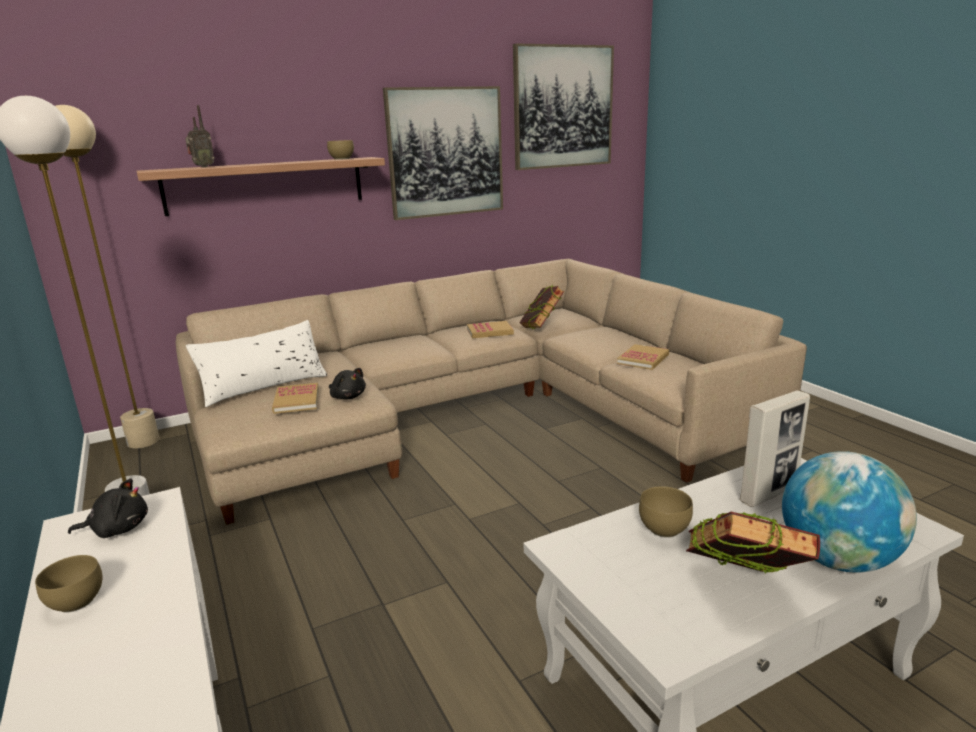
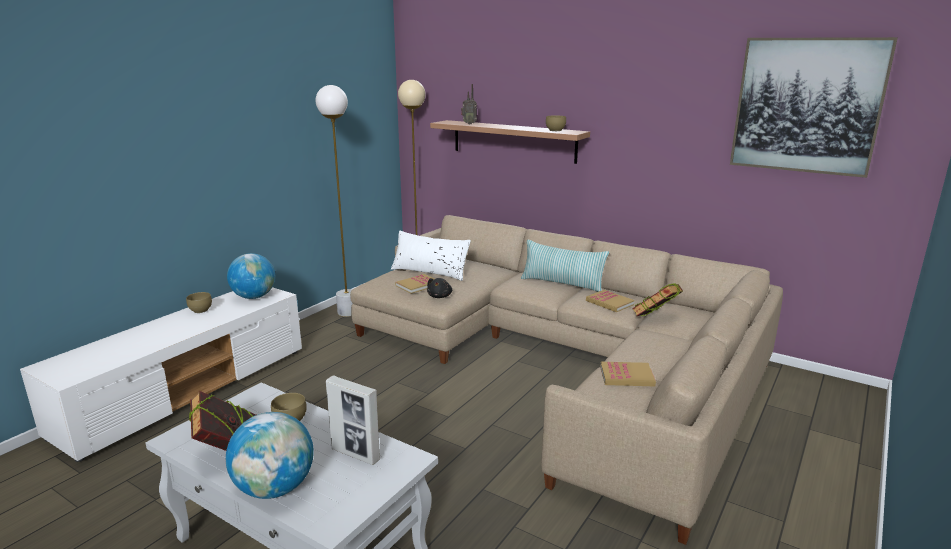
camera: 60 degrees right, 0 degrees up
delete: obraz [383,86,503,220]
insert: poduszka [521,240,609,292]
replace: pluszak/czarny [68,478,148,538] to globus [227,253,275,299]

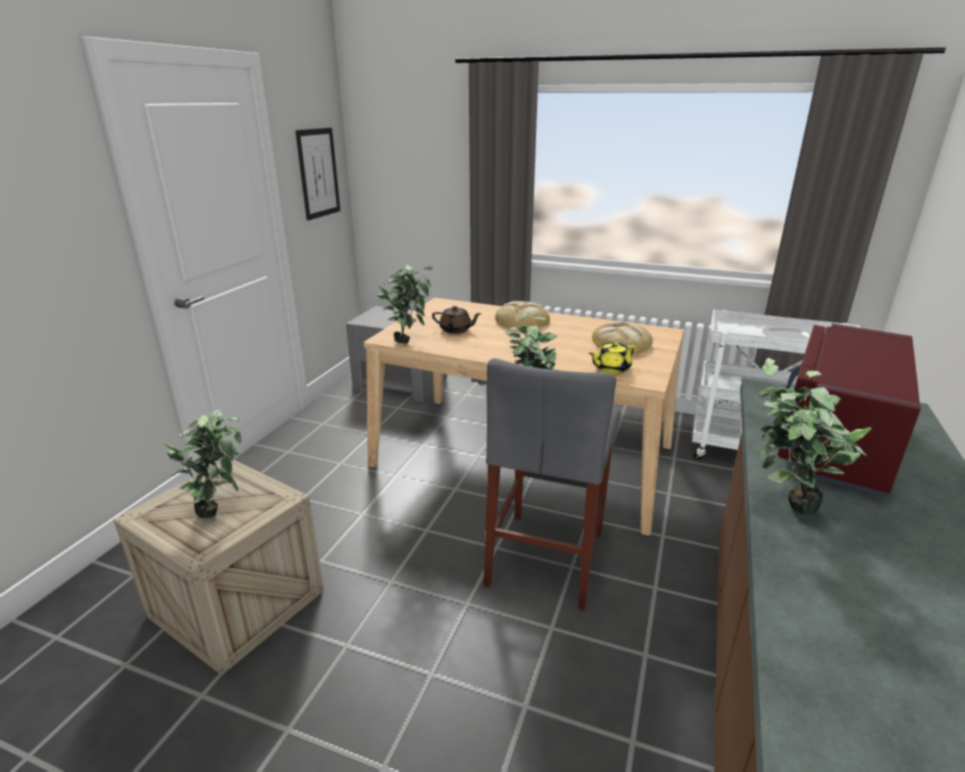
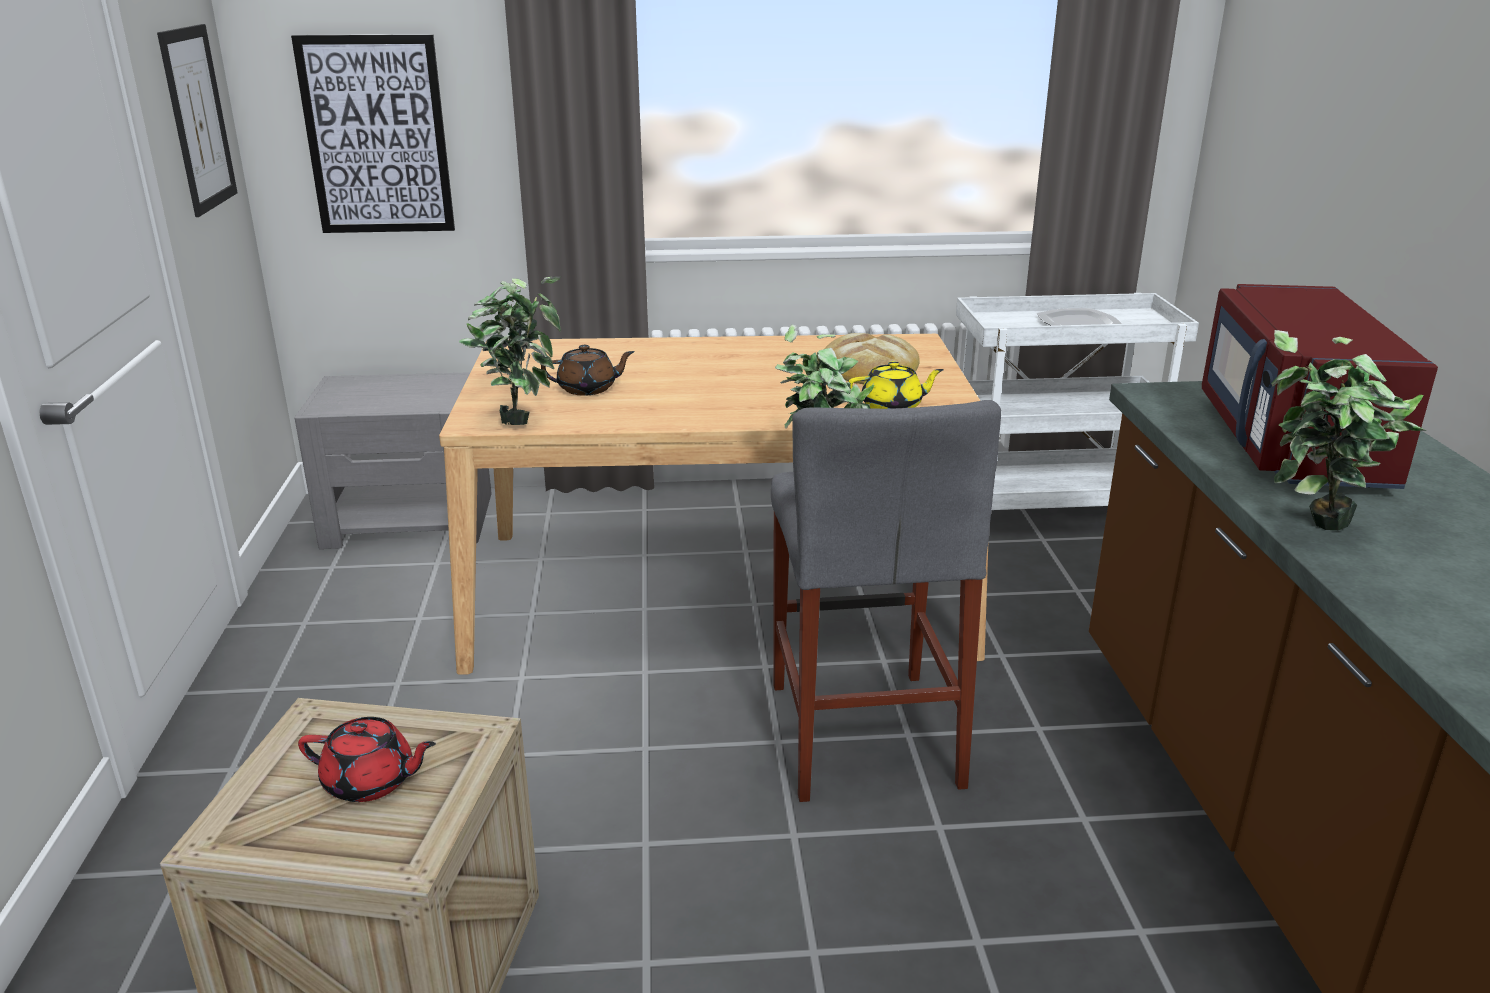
camera: 25 degrees left, 0 degrees up
delete: chleb [495,301,550,329]
insert: obraz [291,34,455,233]
replace: roślina doniczkowa [164,409,241,518] to imbryk/czerwony [298,717,436,802]
rotate: imbryk/żółty [589,341,636,374] = [848,361,944,409] 135 degrees counterclockwise

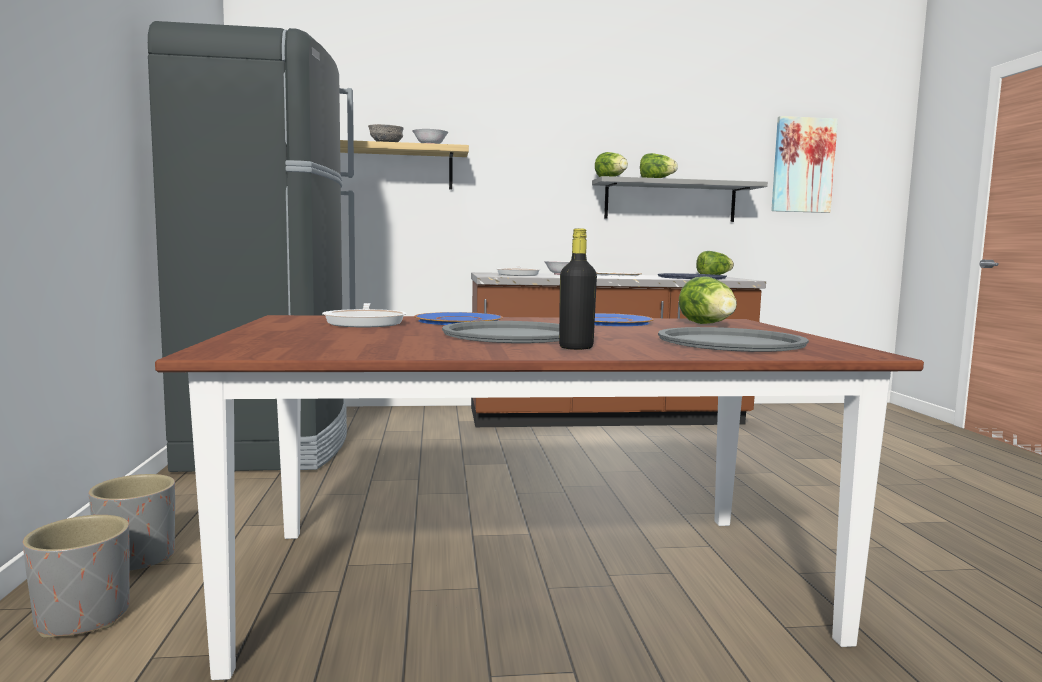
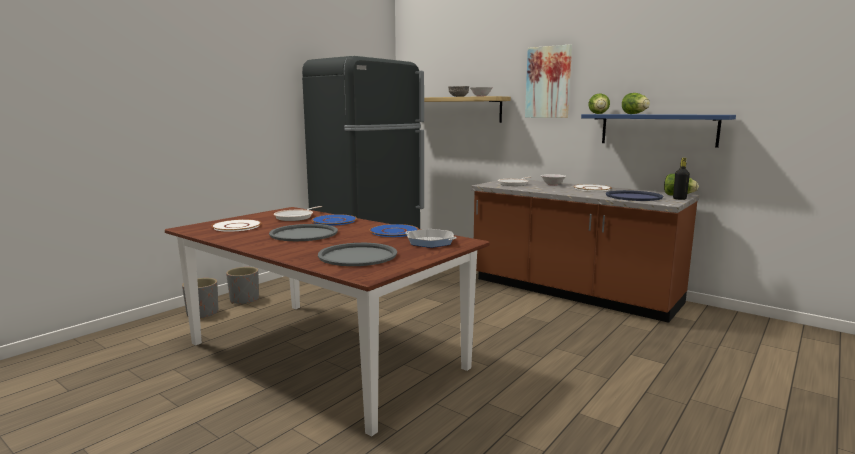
camera: 45 degrees right, 5 degrees up
insert: talerz/biały [211,219,261,232]
move: obraz [771,116,838,213] to [525,44,572,118]; butelka/czarny [559,228,597,350] to [673,158,690,200]
replace: sałata [679,277,737,324] to patelnia [405,229,457,248]
recolor: półka/szary [592,176,768,222] to półka/niebieski [581,114,736,148]

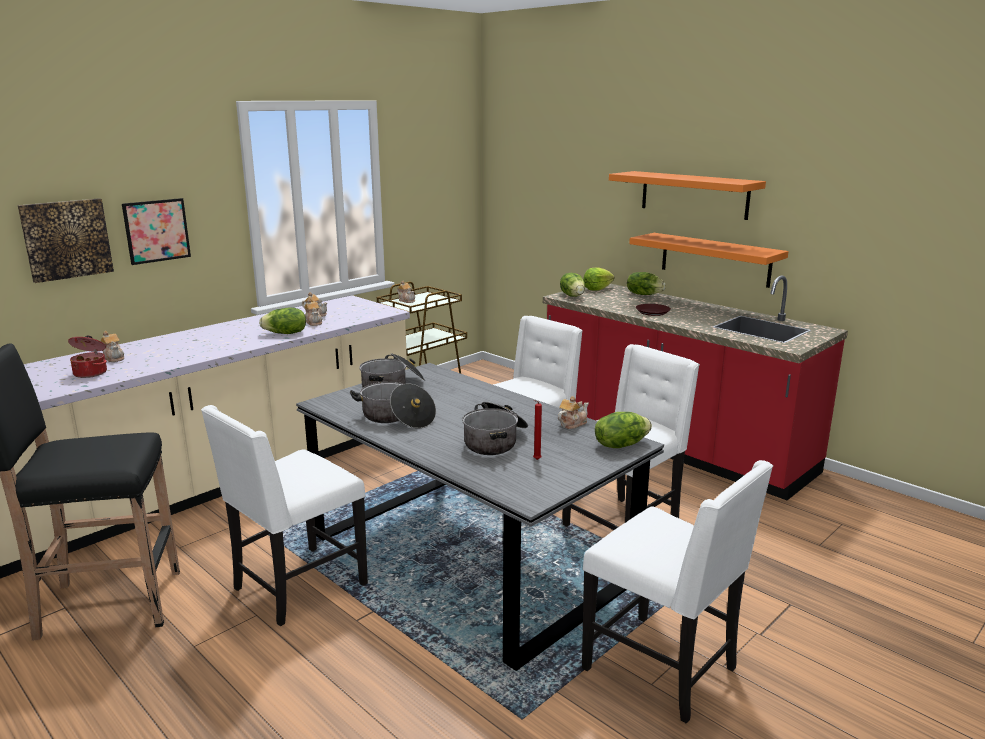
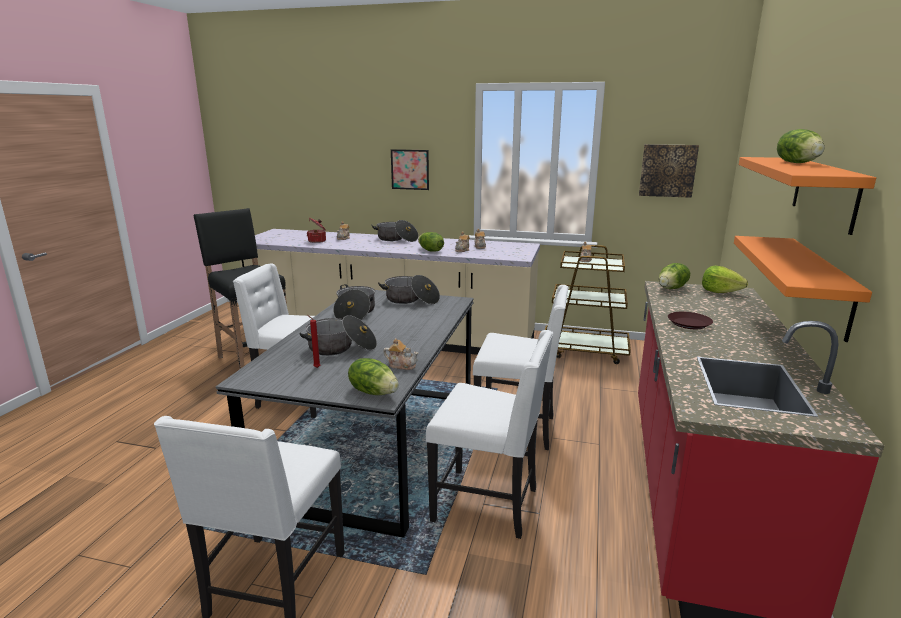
camera: 60 degrees right, 0 degrees up
insert: garnek [371,220,418,242]
move: obraz [18,198,114,283] to [639,144,699,198]; sałata [627,272,666,295] to [777,129,825,163]

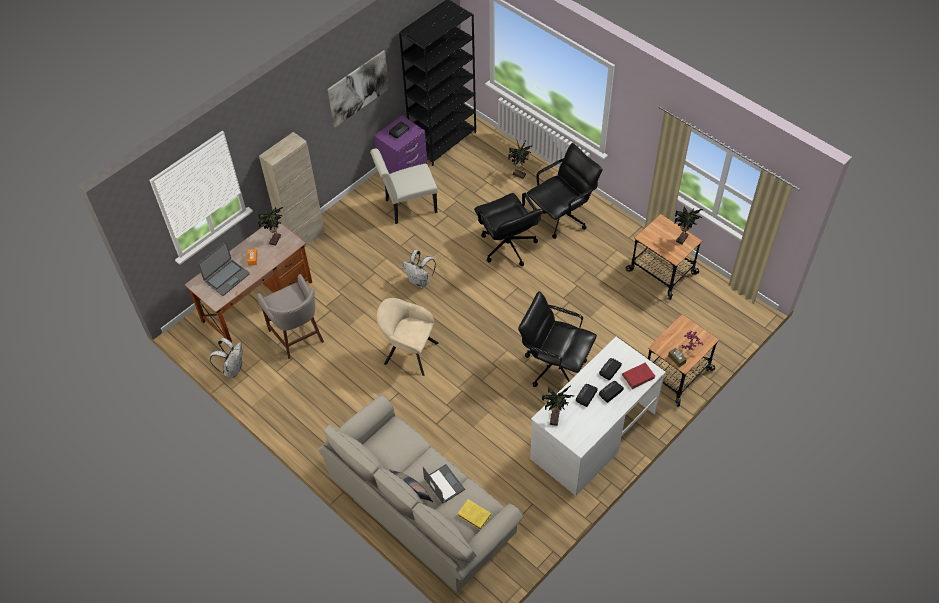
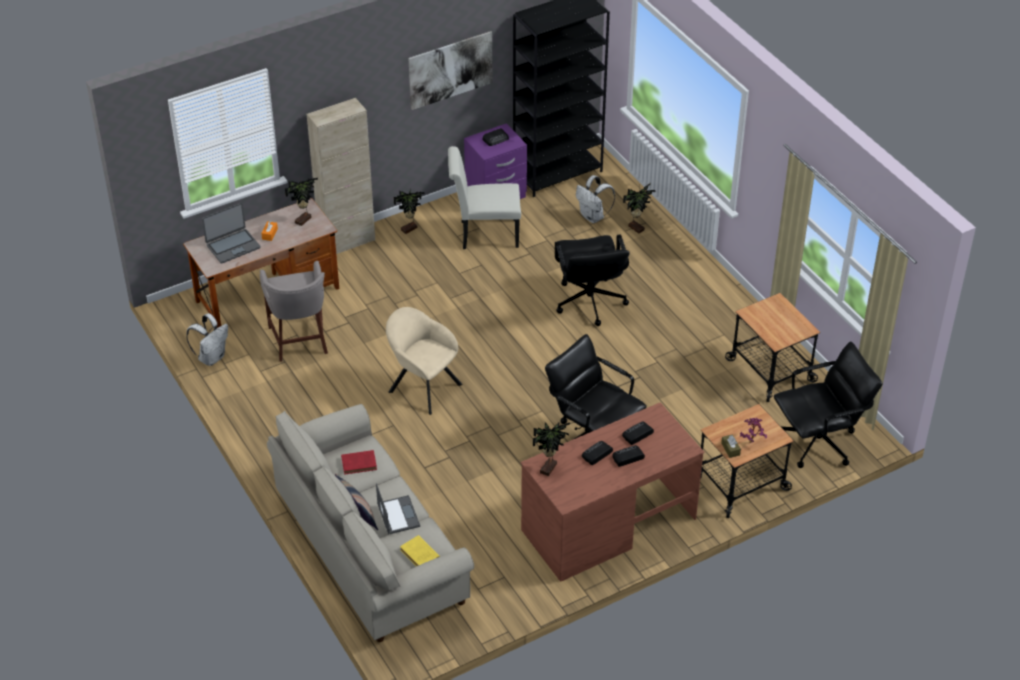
camera: 15 degrees right, 10 degrees down
move: książka/czerwony [622,363,655,389] to [341,450,377,475]; roślina doniczkowa [674,207,703,244] to [394,189,425,234]; plecak/biały [403,250,436,288] to [576,175,615,223]; krzesło biurowe/czarny [527,143,603,239] to [774,342,883,468]
recolor: biurko/biały [530,337,666,496] to biurko/brązowy [521,402,704,582]

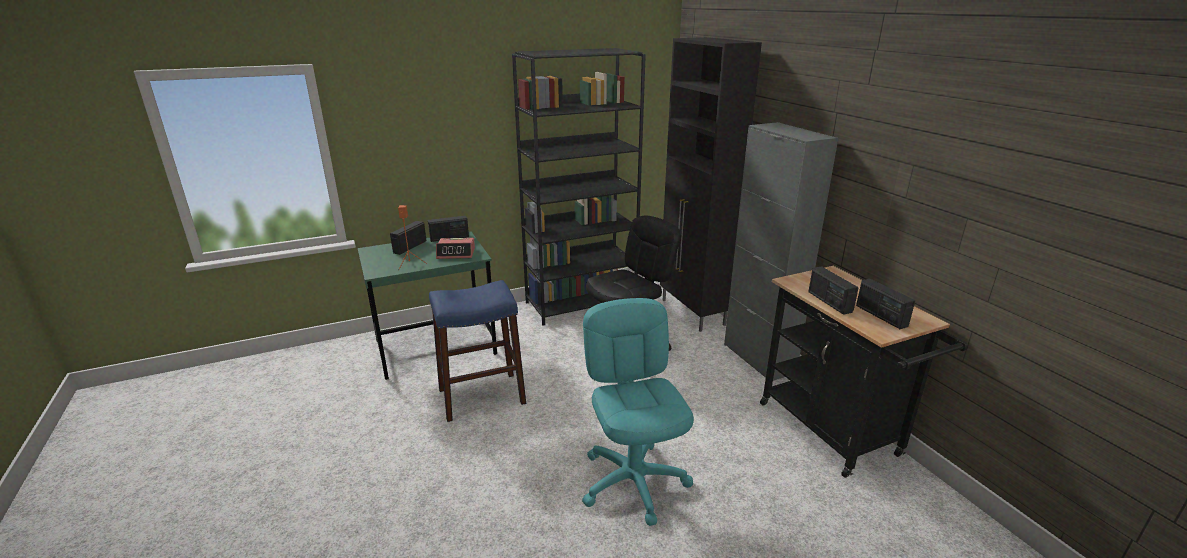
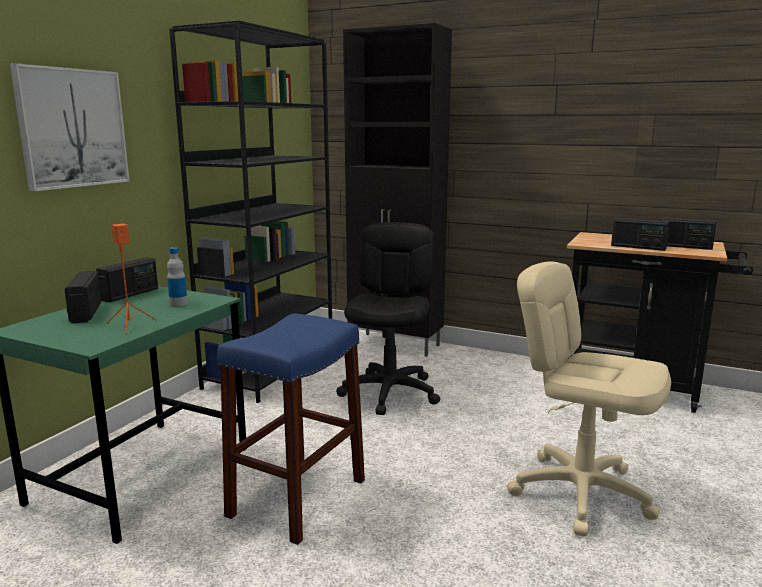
camera: 40 degrees left, 10 degrees down
delete: szafka/szary [724,122,838,381]
insert: obraz [10,63,130,191]
replace: budzik [436,238,475,259] to butelka [167,247,188,306]
recolor: krzesło biurowe/turkusowy [582,298,694,526] to krzesło biurowe/beżowy [507,261,671,537]

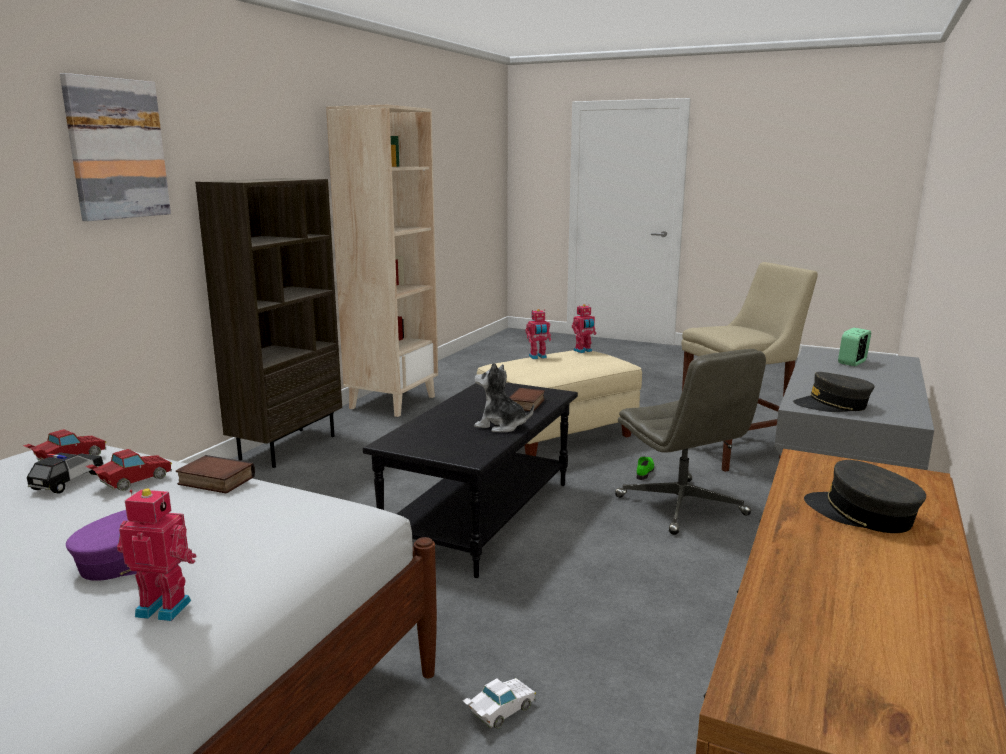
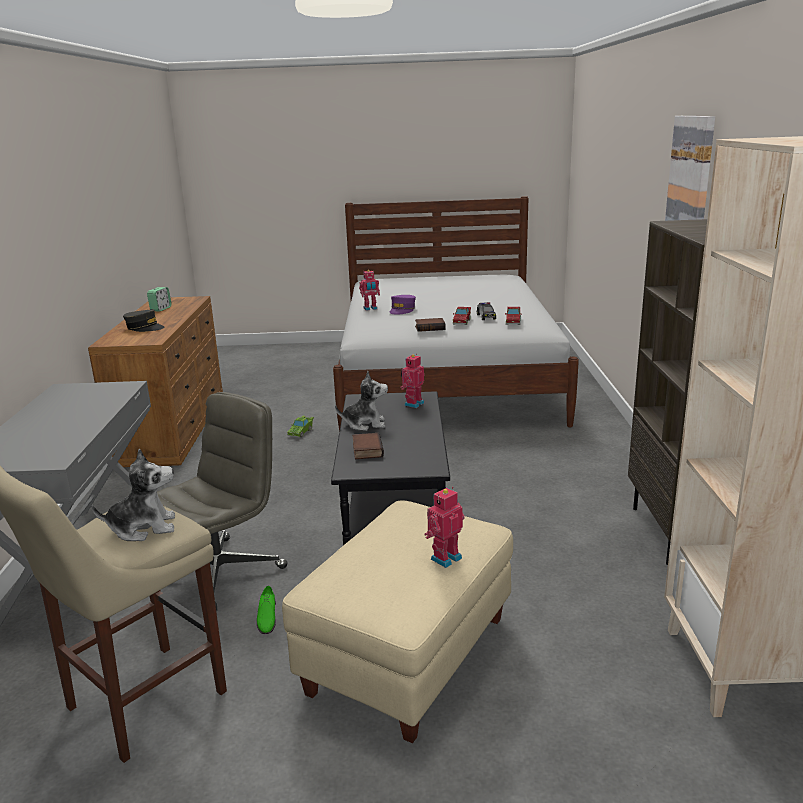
camera: 155 degrees right, 5 degrees up
delete: czapka z daszkiem/szary [793,372,874,412]
insert: pluszak [91,448,175,541]
move: budzik [838,328,871,366] to [147,287,171,312]; robot zabawkowy [572,304,597,353] to [400,353,425,408]
recolor: samochodzik/biały [463,678,536,729] to samochodzik/zielony [287,416,314,438]
rotate: krzesło biurowe/szary [615,349,766,535] = [157,392,287,611] 90 degrees clockwise

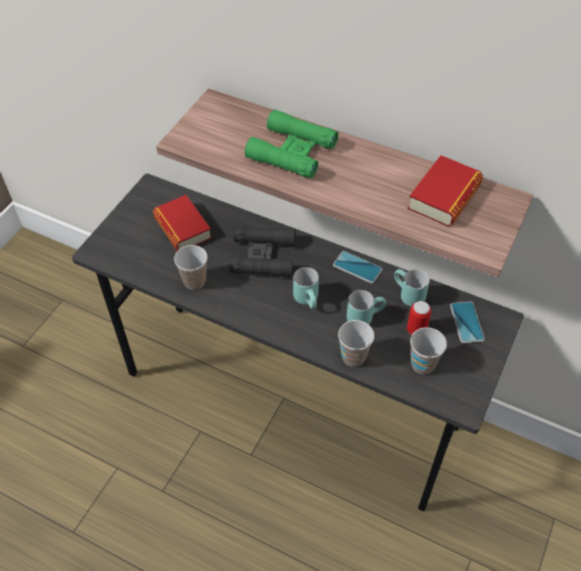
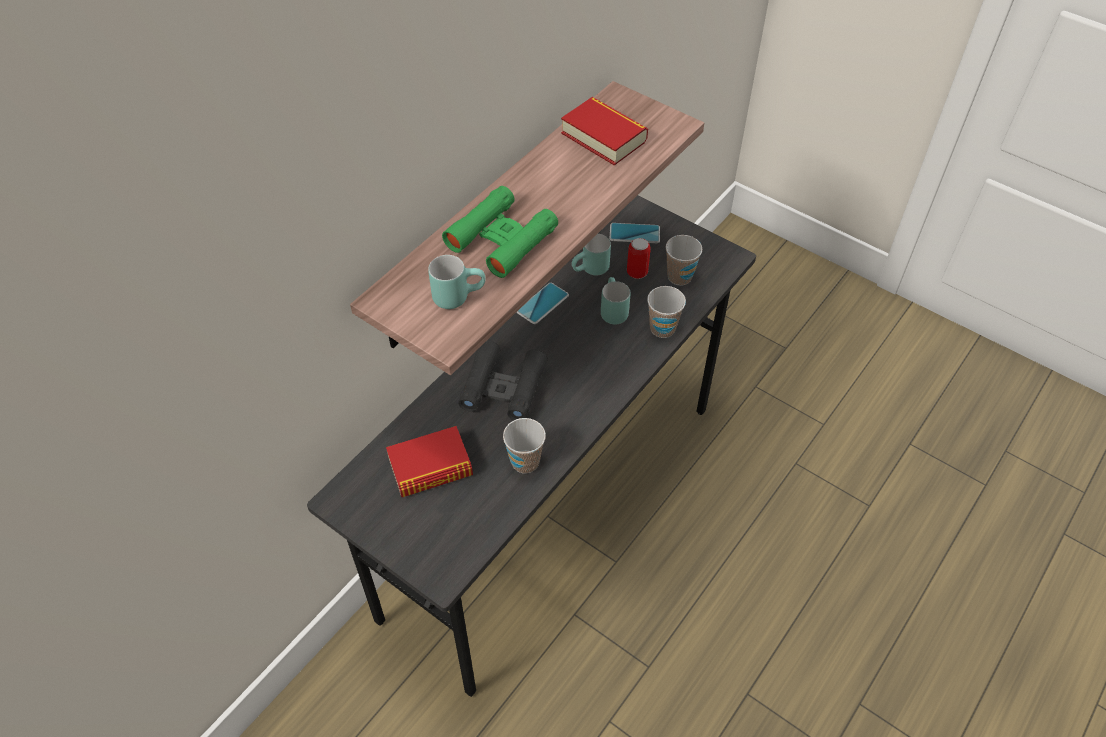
camera: 80 degrees left, 0 degrees up
move: kubek/turkusowy [293,267,319,309] to [428,255,486,309]

